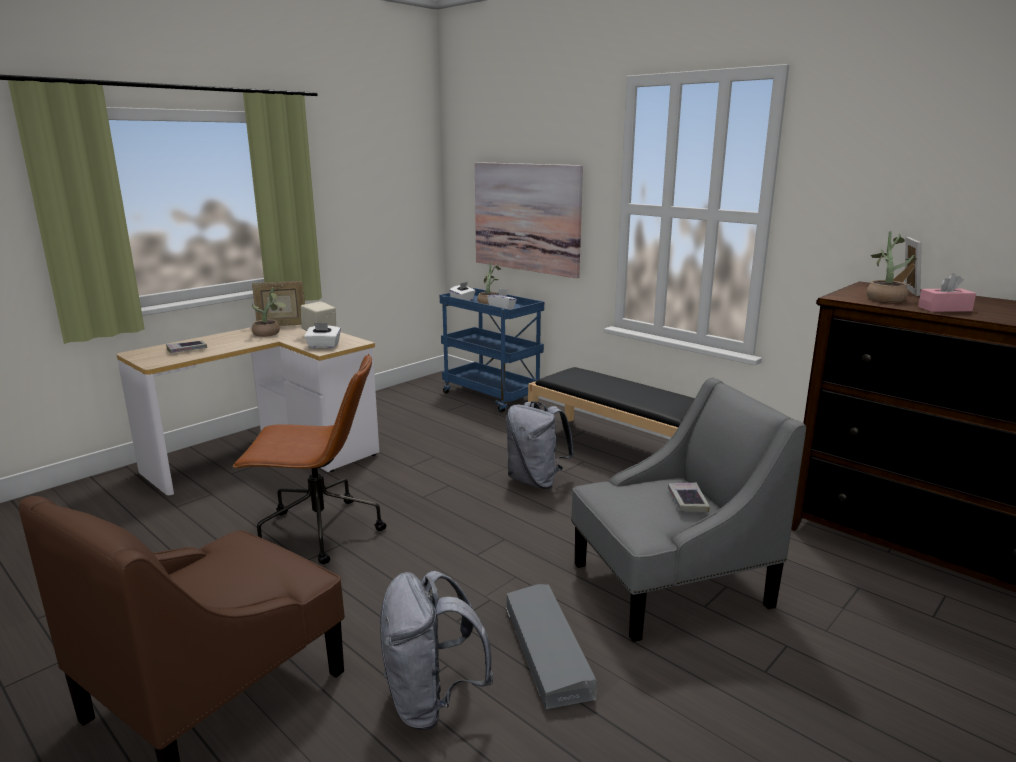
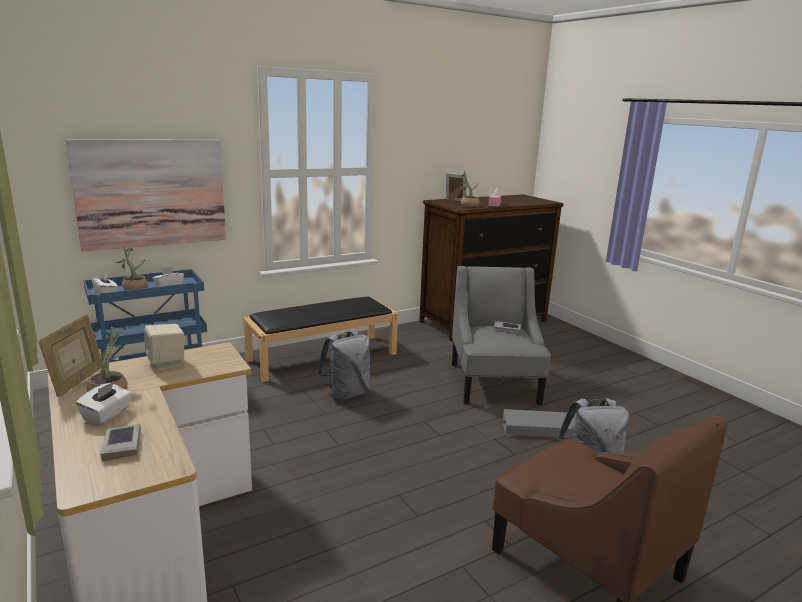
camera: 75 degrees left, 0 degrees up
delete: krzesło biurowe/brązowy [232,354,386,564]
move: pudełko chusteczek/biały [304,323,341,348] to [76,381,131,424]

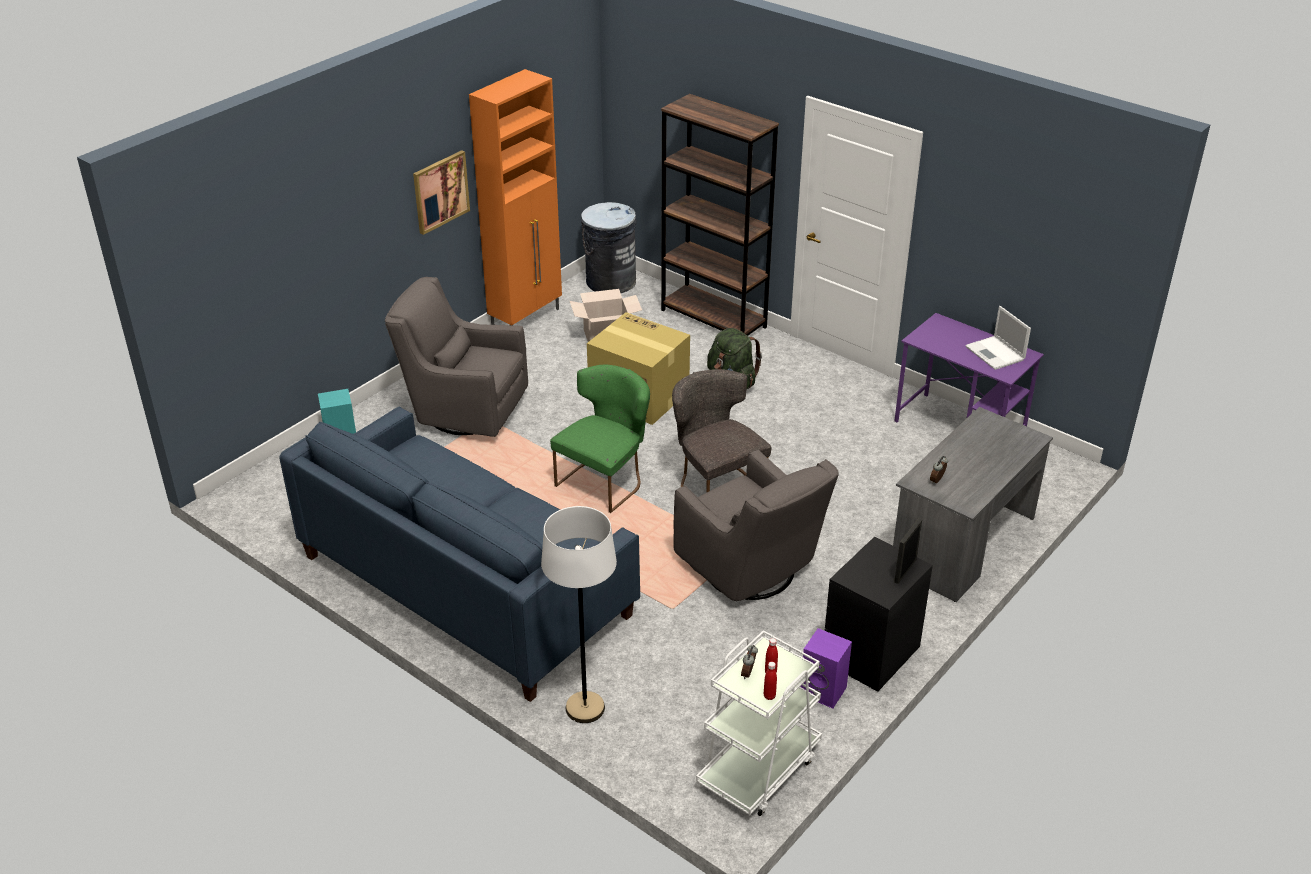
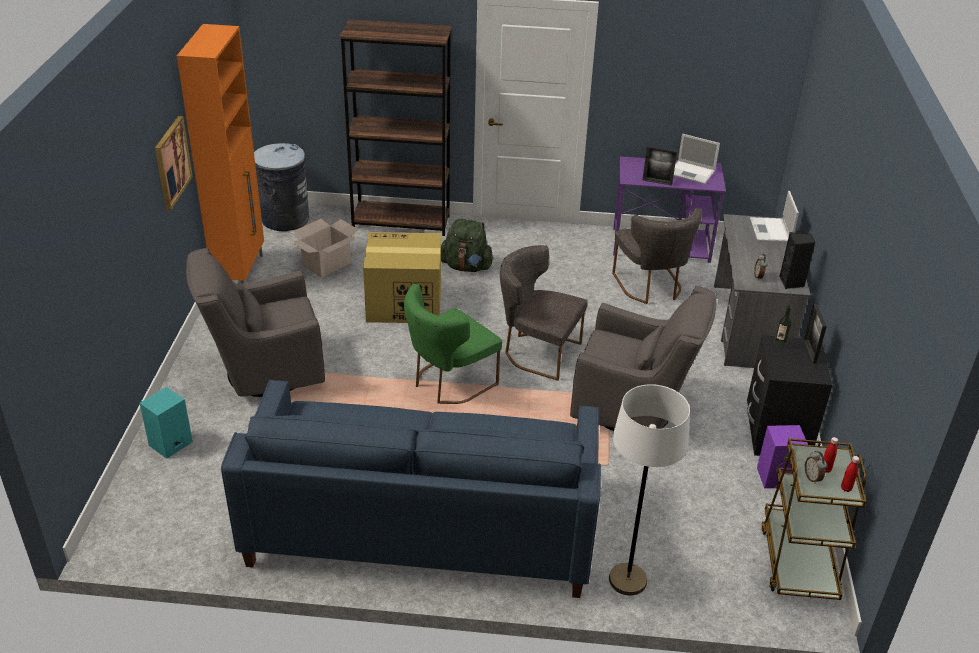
camera: 35 degrees left, 0 degrees up
insert: krzesło/szary [612,208,702,304]; ramka na zdjęcie [643,146,677,185]; laptop [750,191,799,242]; butelka [774,306,792,348]; głośnik/czarny [779,232,816,289]
recolor: wózek/biały [696,630,822,816] to wózek/brązowy [761,438,866,600]
rotate: krzesło/zielony [550,365,650,513] = [404,284,502,404] 135 degrees counterclockwise

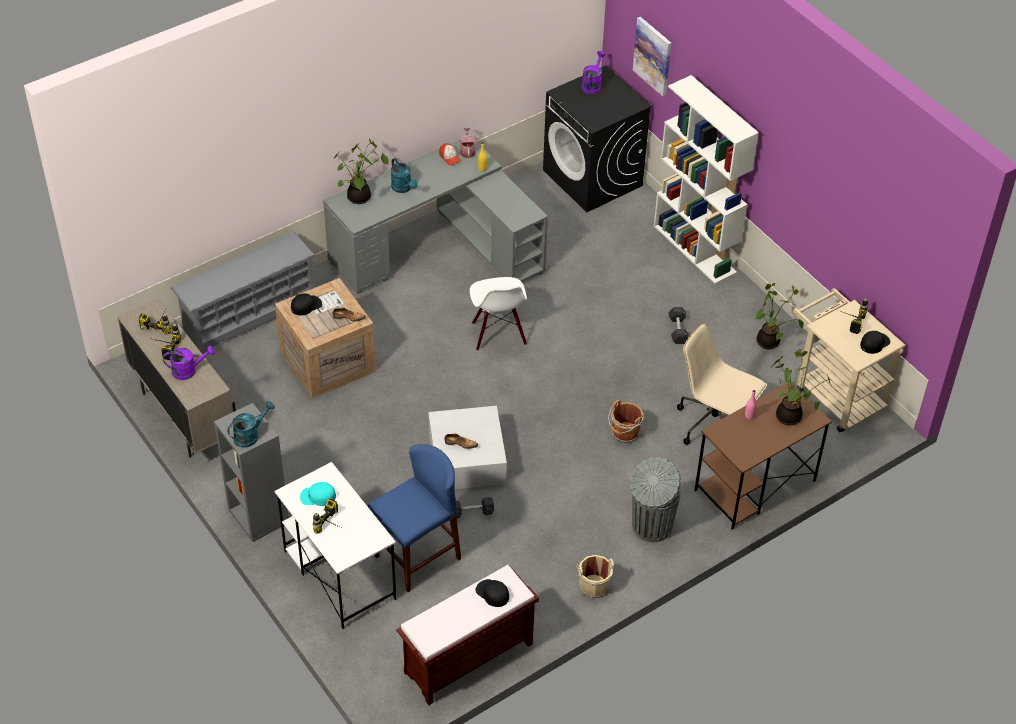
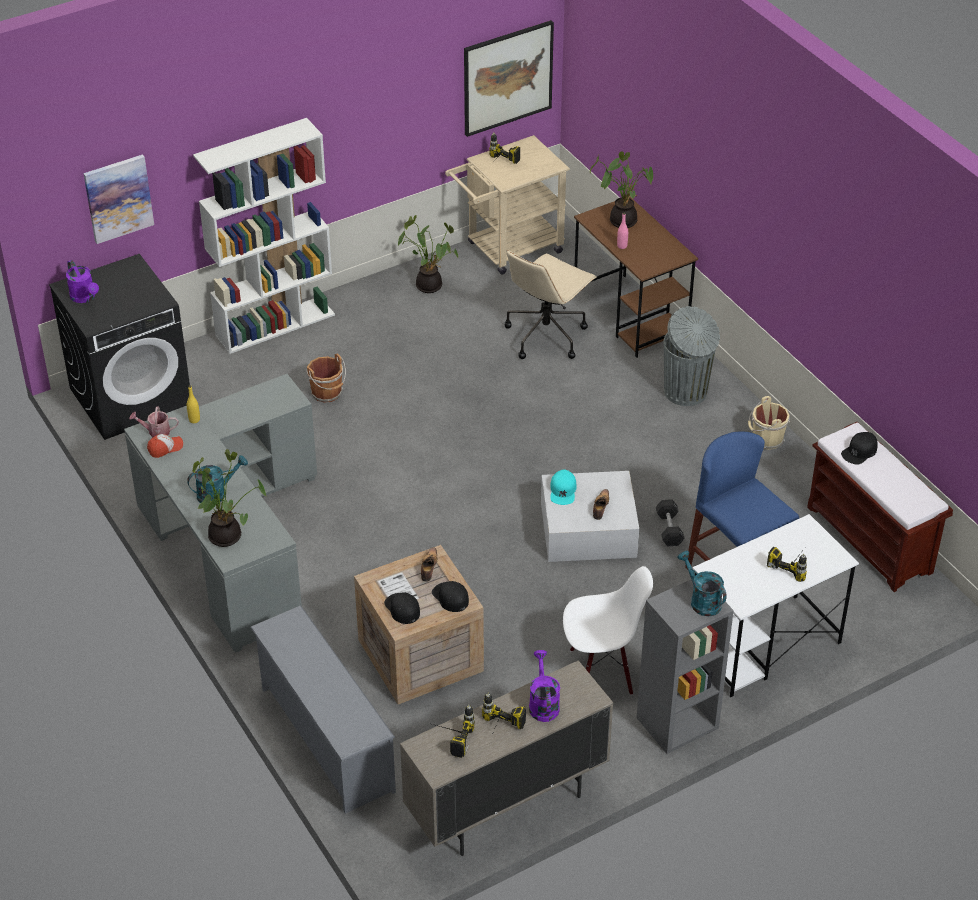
camera: 85 degrees left, 5 degrees down
delete: hantel/czarny [669,307,689,344]
insert: obraz [464,20,554,137]
move: wiadro/brązowy [608,400,644,443] to [307,354,346,403]; czapka z daszkiem/czarny [860,331,890,354] to [432,581,469,612]; czapka z daszkiem/turkusowy [300,482,336,506] to [550,470,577,505]; krzesło/biały [470,277,527,351] to [563,566,653,695]
rotate: konewka/fioletowy [581,51,605,94] = [66,260,99,303] 150 degrees counterclockwise

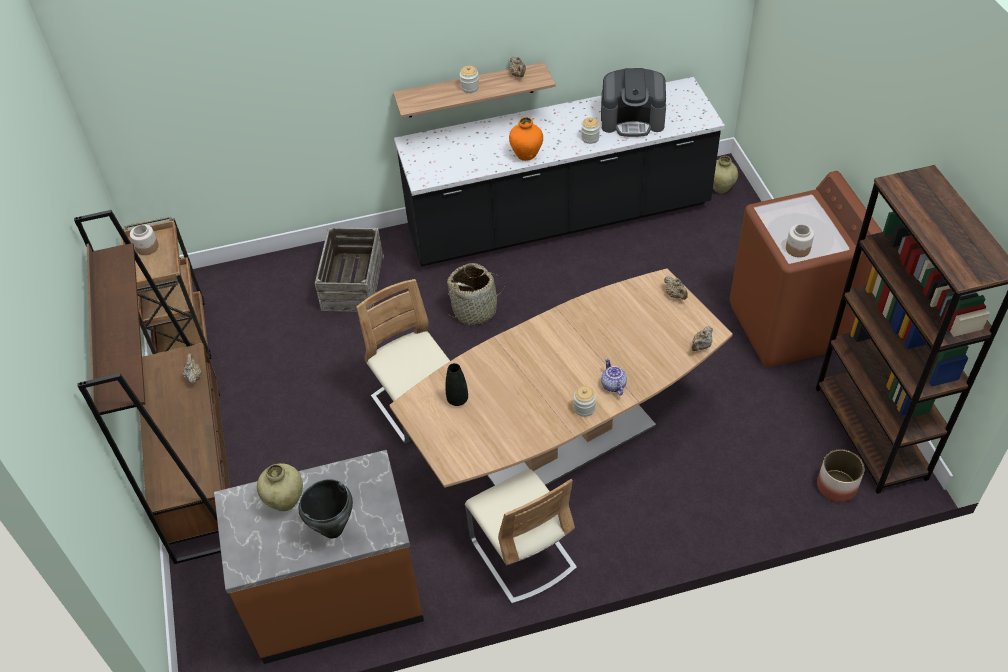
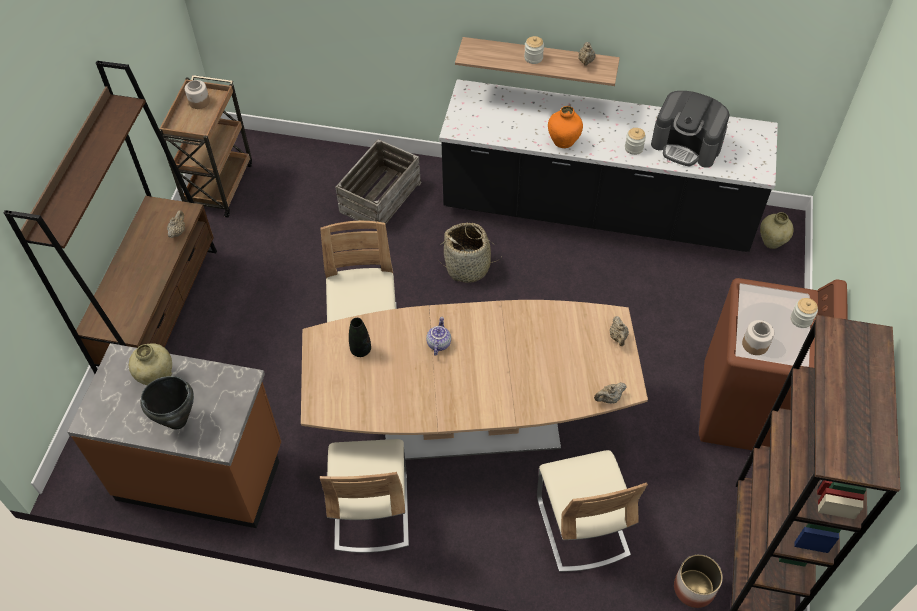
camera: 25 degrees right, 5 degrees up
insert: krzesło/beżowy [537,450,648,572]
move: imbryk [601,358,627,396] to [426,317,451,356]; słoik [573,386,596,417] to [791,298,818,328]

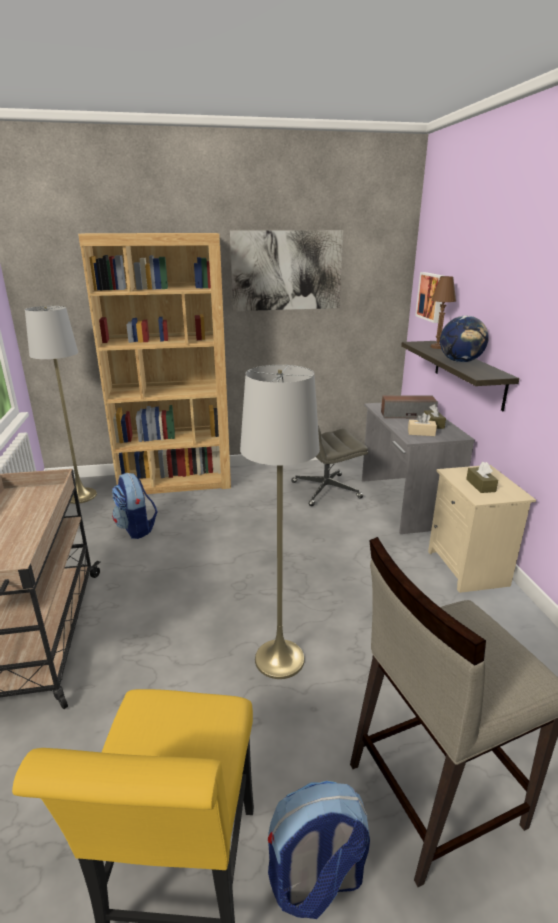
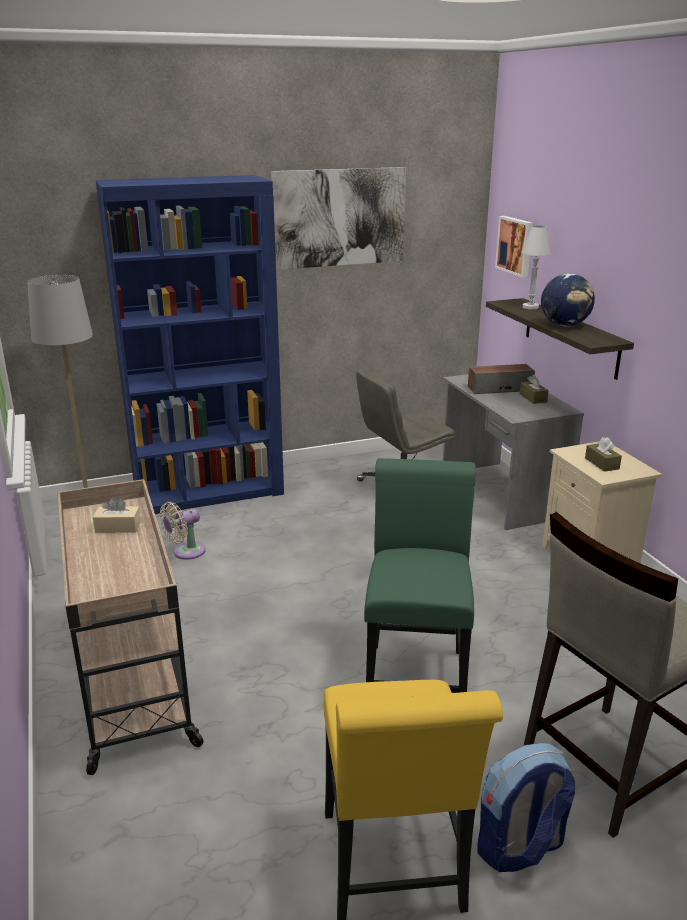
camera: 10 degrees left, 0 degrees up
move: pudełko chusteczek/beżowy [408,413,437,436] to [93,497,141,533]
replace: plecak [112,473,158,539] to wentylator/beżowy [160,502,206,560]; lampa stojąca/szary [240,365,320,679] to krzesło/zielony [364,458,476,693]
recolor: regał/brązowy [78,233,231,494] to regał/niebieski [96,175,284,514]; lampa stołowa/brązowy [431,276,456,349] to lampa stołowa/biały [522,225,551,309]

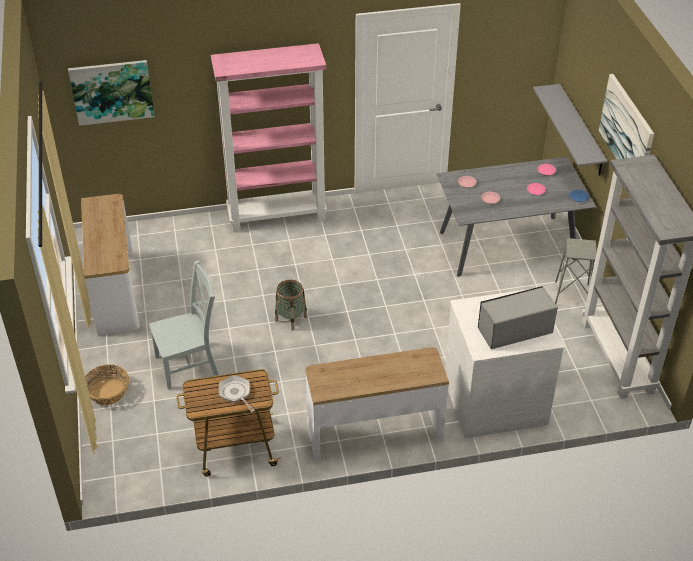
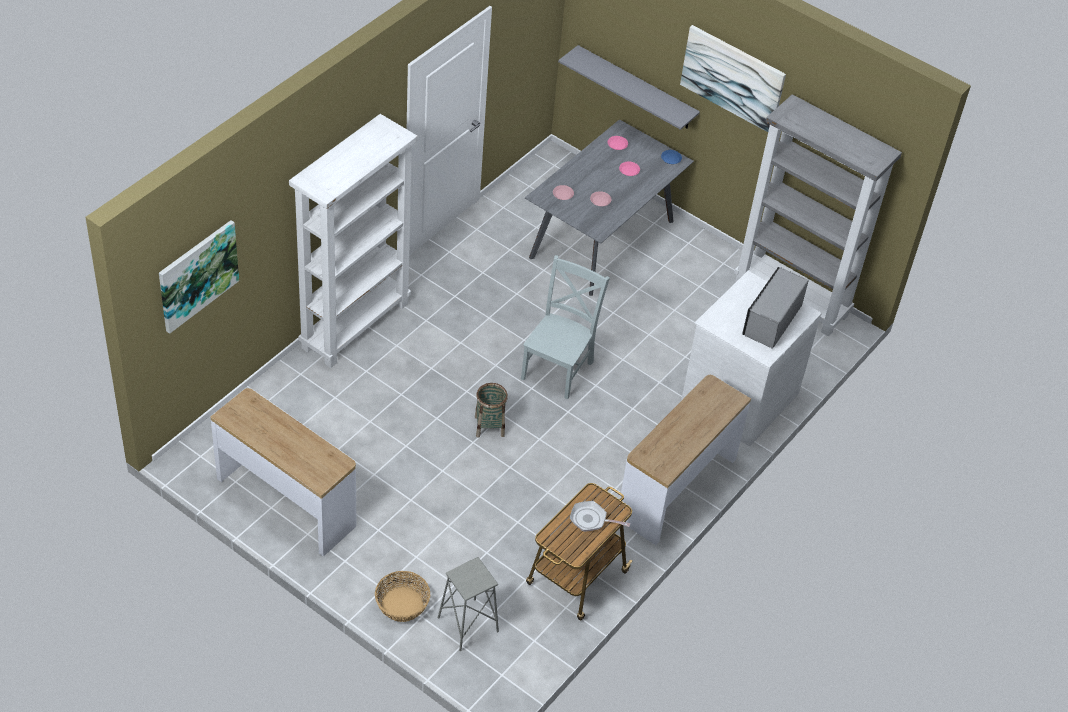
camera: 45 degrees left, 5 degrees up
move: stołek/szary [555,238,596,304] to [438,557,499,651]; krzesło/szary [149,260,219,389] to [521,255,610,399]
recolor: regał/różowy [211,43,327,232] to regał/biały [289,114,418,368]

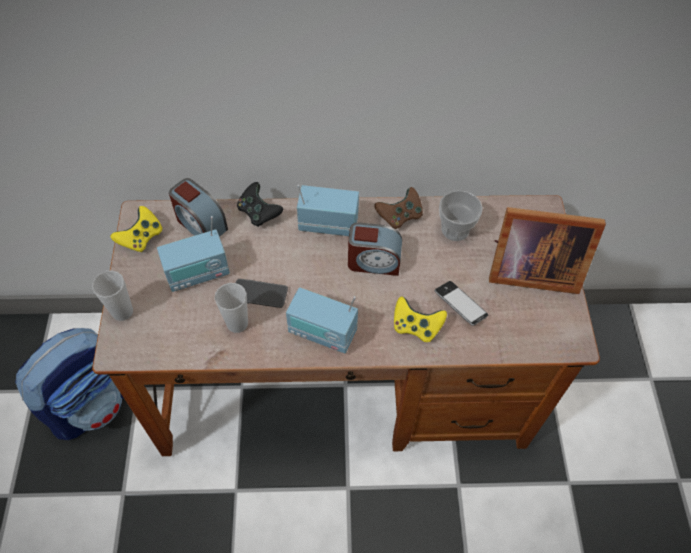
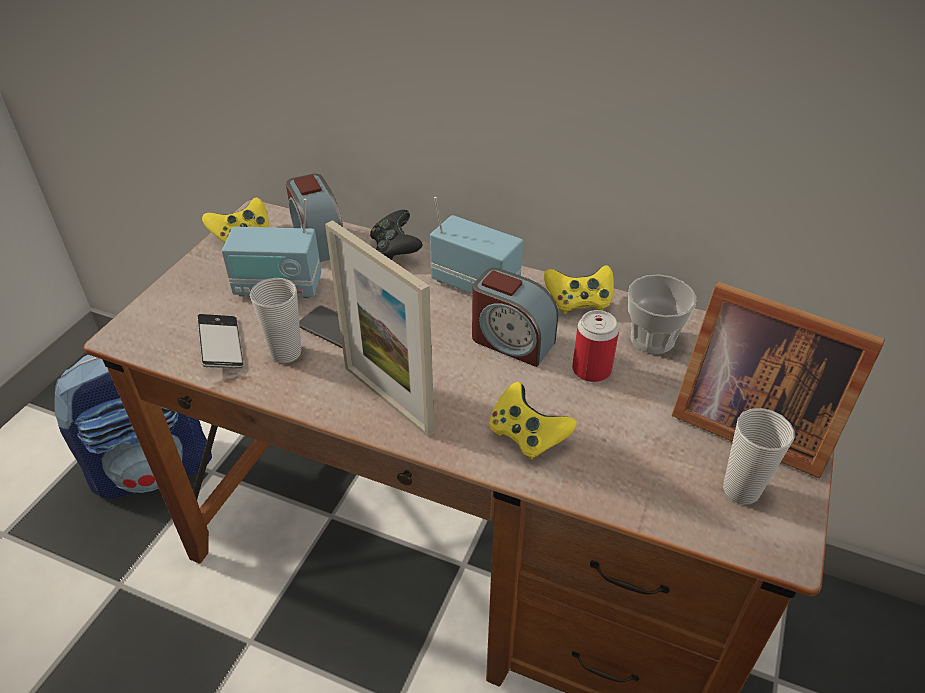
camera: 25 degrees right, 15 degrees down
insert: puszka [572,310,619,382]
move: telefon [434,281,488,326] to [197,314,244,369]; filiżanka [92,270,133,321] to [723,408,795,505]
replace: radio [286,287,358,353] to ramka na zdjęcie [325,220,435,437]
recolor: pad do gier/brązowy [374,187,423,229] to pad do gier/żółty [544,265,614,314]

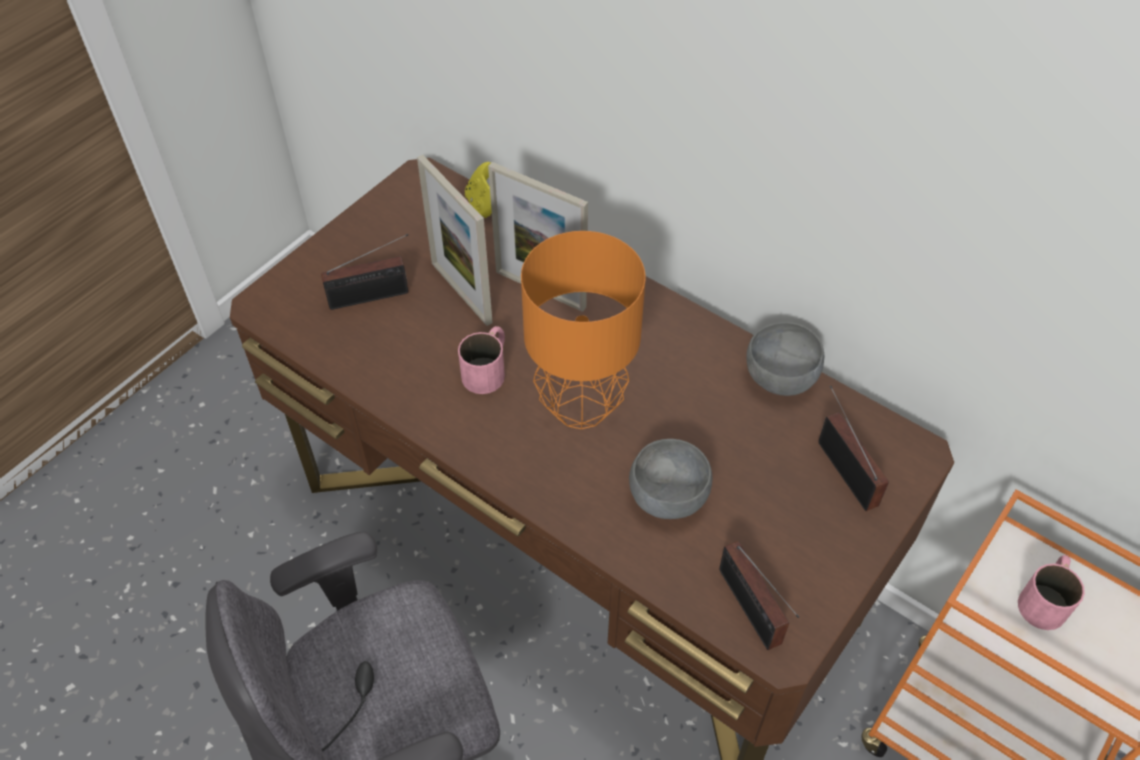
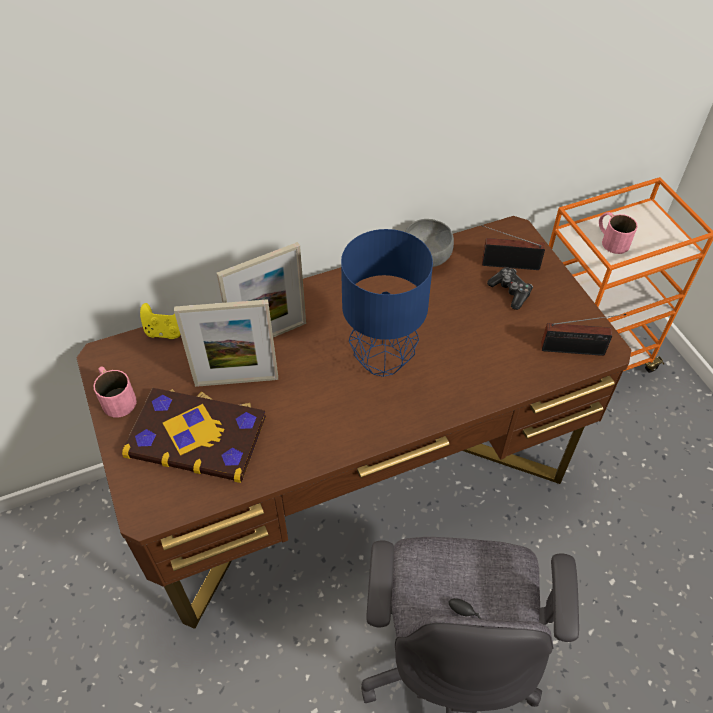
camera: 60 degrees left, 0 degrees up
delete: miska/szary [629,439,712,519]
insert: pad do gier [487,268,533,310]
move: kubek/różowy [458,326,505,394] to [93,366,137,418]
replace: radio [321,234,409,310] to książka [122,388,266,483]
recolor: lampa stołowa/pomarańczowy [521,231,645,429] to lampa stołowa/niebieski [341,229,433,377]

